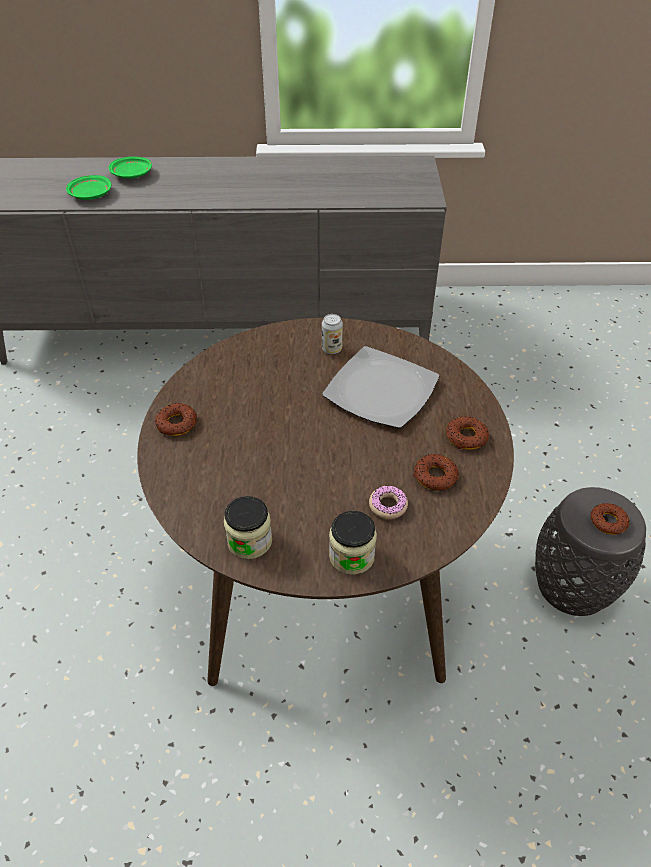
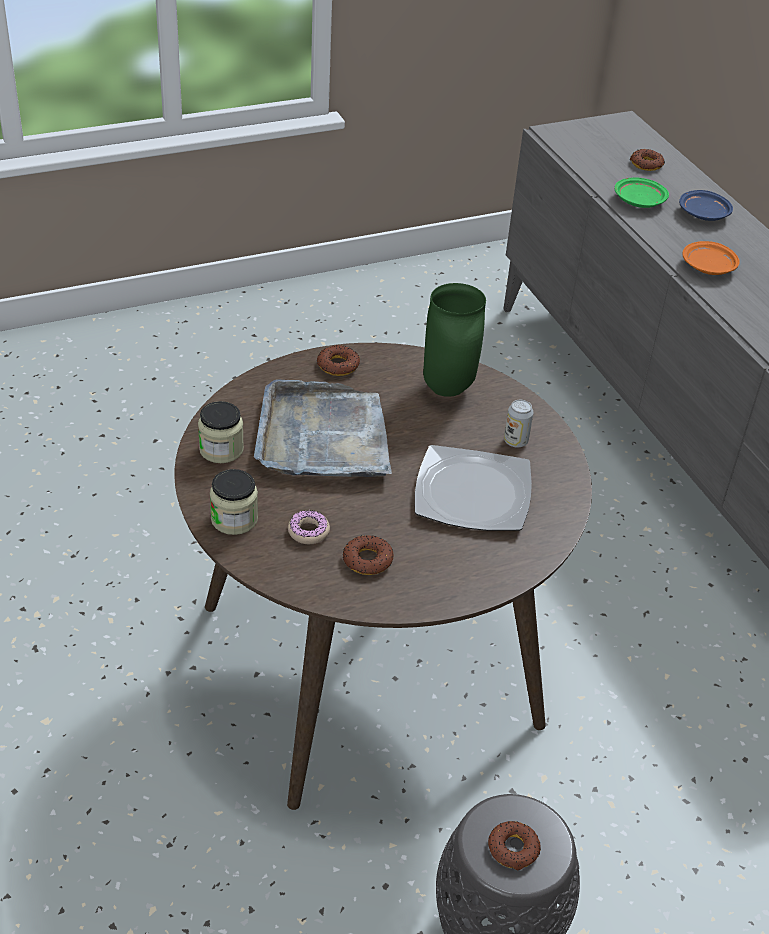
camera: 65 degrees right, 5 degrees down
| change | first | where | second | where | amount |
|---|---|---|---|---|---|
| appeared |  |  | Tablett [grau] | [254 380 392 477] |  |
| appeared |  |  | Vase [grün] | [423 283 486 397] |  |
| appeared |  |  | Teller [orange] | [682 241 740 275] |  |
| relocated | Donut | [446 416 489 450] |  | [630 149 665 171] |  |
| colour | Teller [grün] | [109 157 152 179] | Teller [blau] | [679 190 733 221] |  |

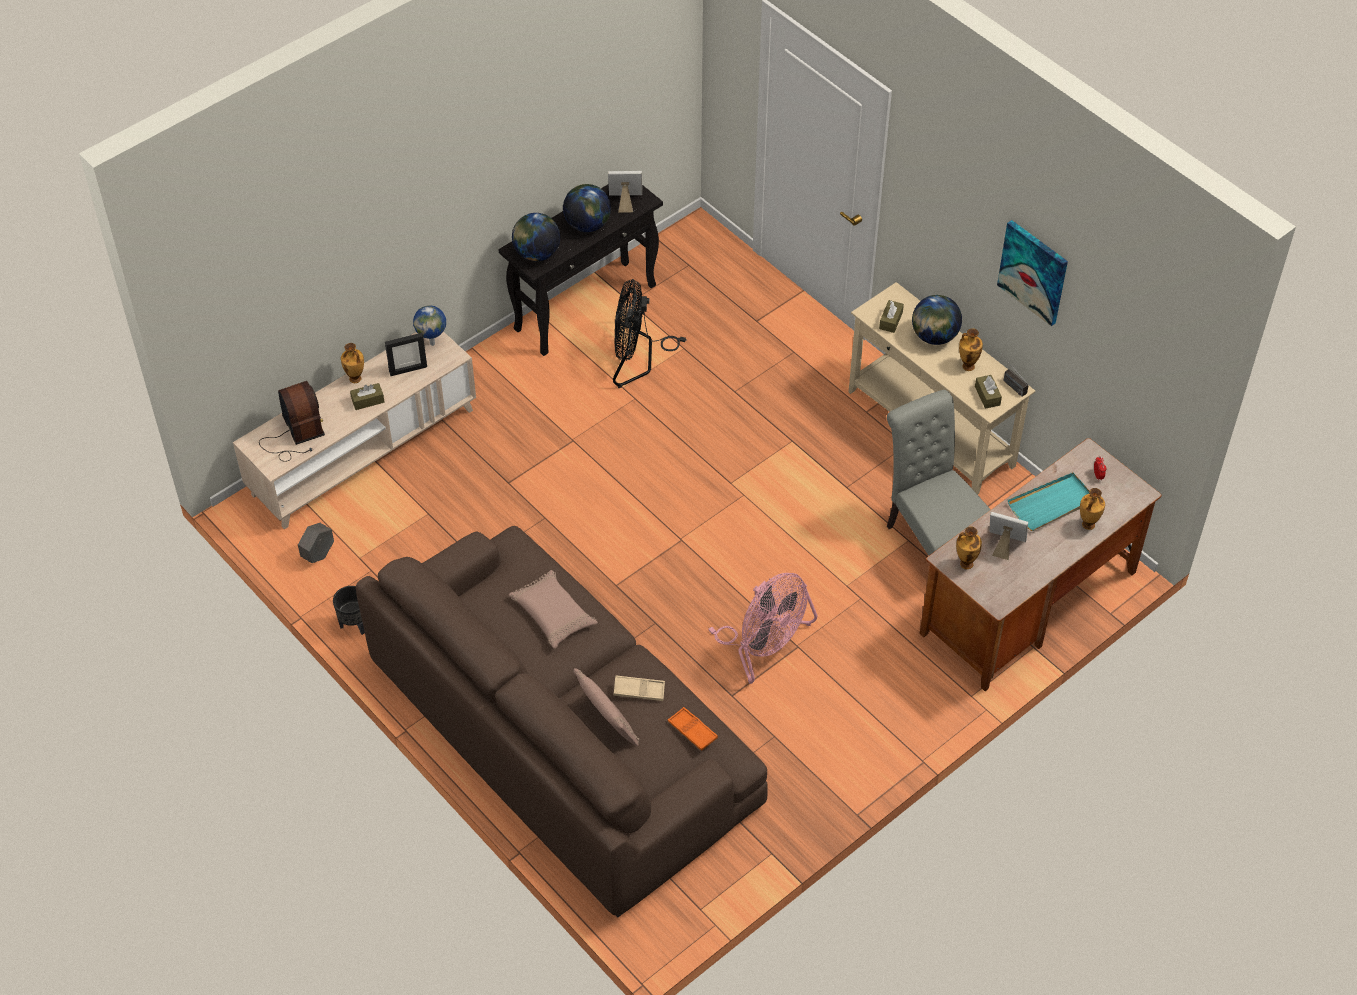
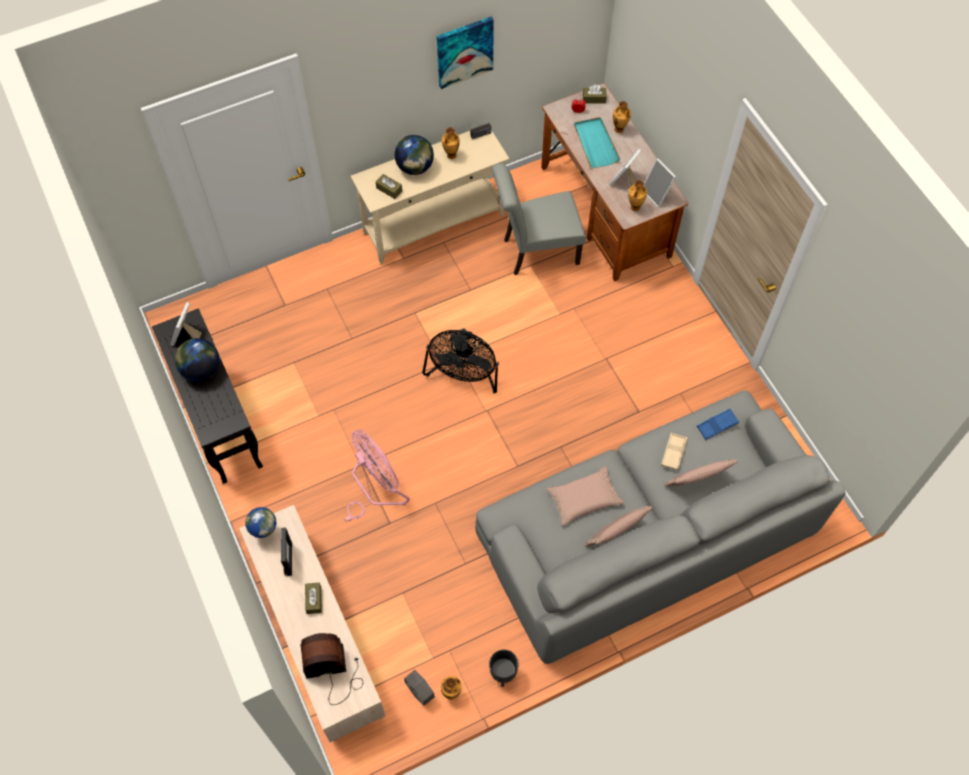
camera: 75 degrees left, 10 degrees up
| change | first | where | second | where | amount |
|---|---|---|---|---|---|
| missing | Globus | [512 213 560 261] |  |  |  |
| appeared |  |  | Kissen [beige] | [585 506 652 547] |  |
| appeared |  |  | Bilderrahmen | [644 158 676 208] |  |
| relocated | Vase | [341 343 364 383] |  | [441 676 462 700] |  |
| relocated | Ventilator [schwarz] | [613 279 687 388] |  | [422 328 499 394] |  |
| relocated | Ventilator [rosa] | [708 573 817 684] |  | [344 429 410 521] |  |
| relocated | Taschentuchbox [braun] | [975 375 1002 409] |  | [583 85 607 104] |  |
| colour | Sofa [braun] | [356 526 768 917] | Sofa [grau] | [475 391 845 664] |  |
| colour | Tablett [orange] | [668 707 718 751] | Tablett [blau] | [697 408 739 440] |  |

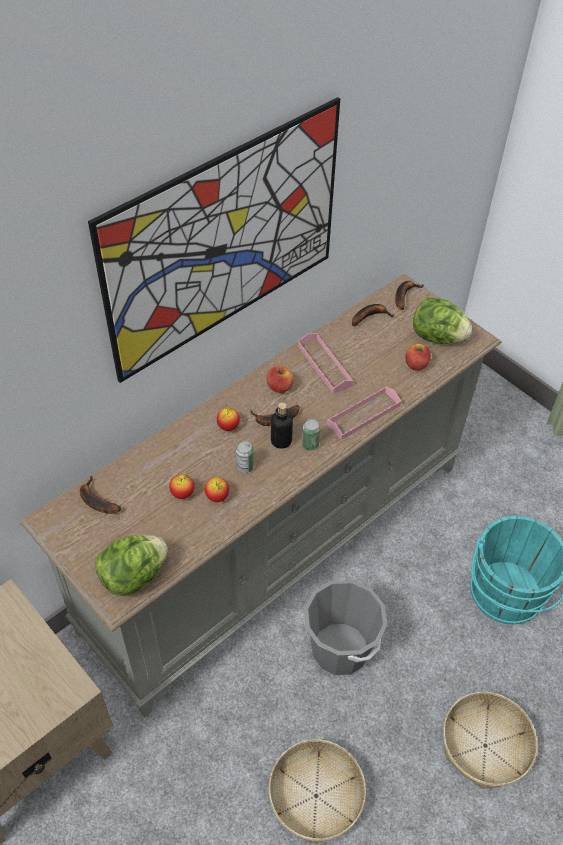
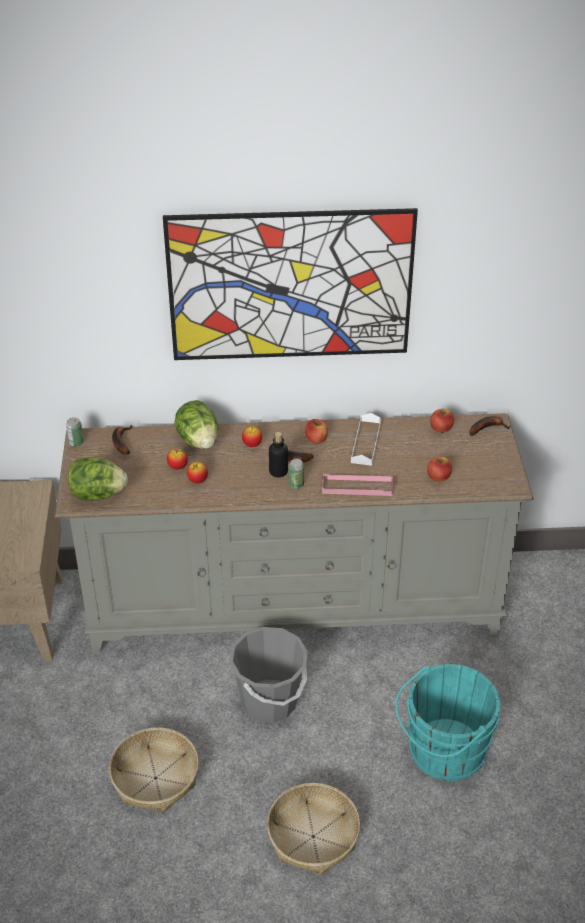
camera: 40 degrees right, 10 degrees down
| change | first | where | second | where | amount |
|---|---|---|---|---|---|
| relocated | Dose | [236 441 254 473] |  | [66 417 84 446] |  |
| relocated | Salatkopf | [413 297 472 344] |  | [174 400 219 449] |  |
| exchanged | Banane | [352 304 394 326] | Apfel | [430 409 454 433] |  |
| colour | Tablett [rosa] | [298 333 354 394] | Tablett [weiß] | [351 413 381 466] |  |

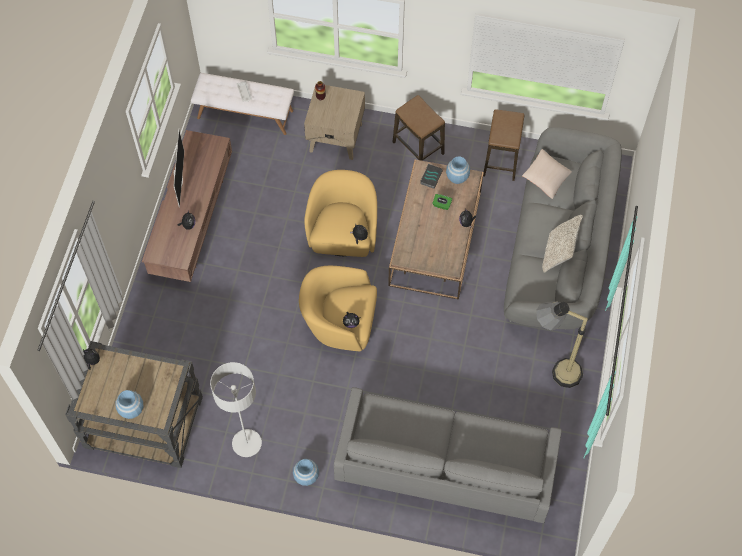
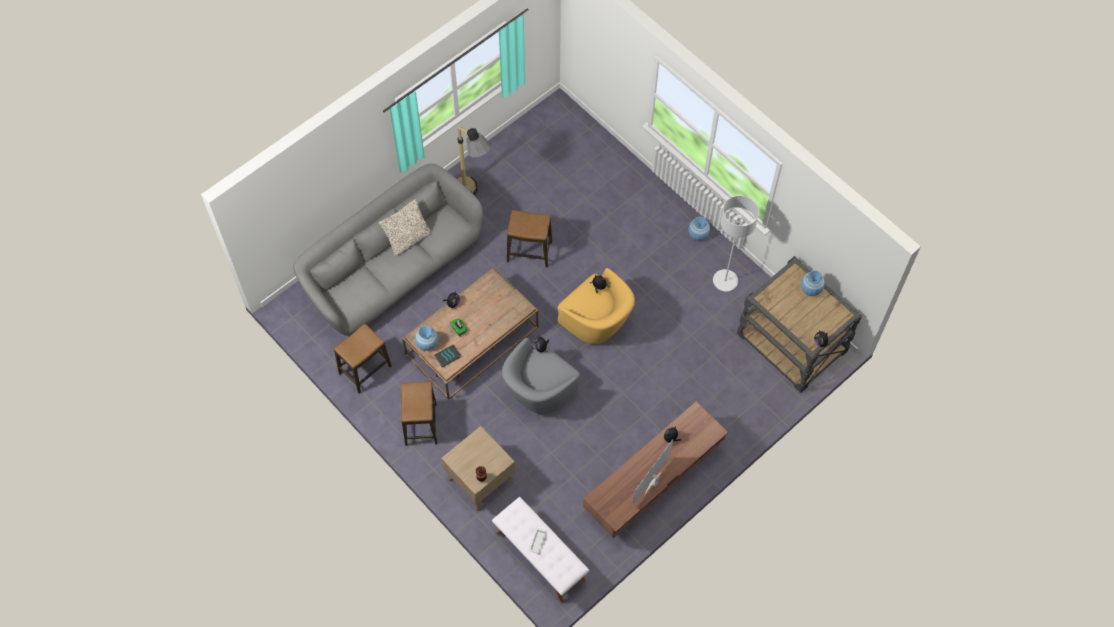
camera: 145 degrees left, 0 degrees up
| change | first | where | second | where | amount |
|---|---|---|---|---|---|
| missing | Sofa [grau] | [334 387 562 523] |  |  |  |
| missing | Kissen [beige] | [522 149 572 199] |  |  |  |
| appeared |  |  | Hocker | [507 210 552 267] |  |
| colour | Sessel [gelb] | [304 170 377 257] | Sessel [grau] | [502 338 580 414] |  |

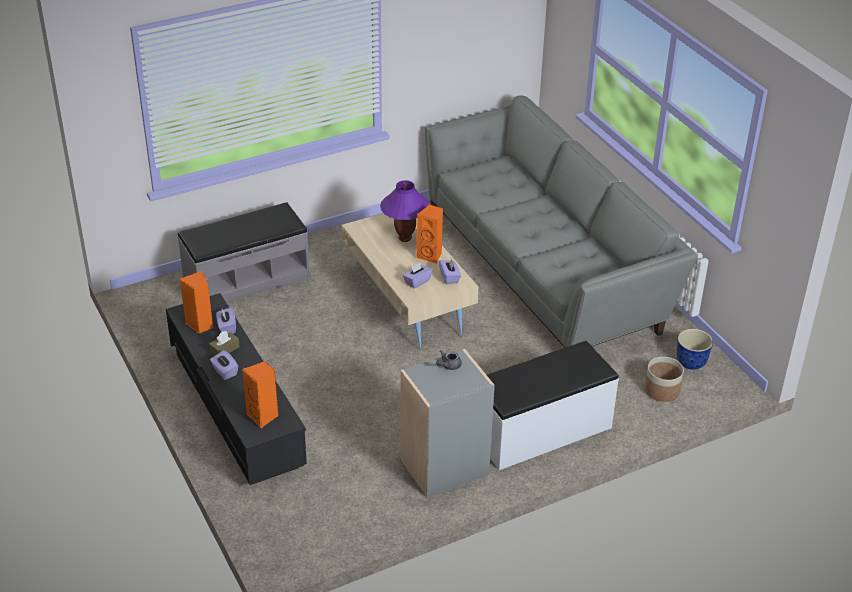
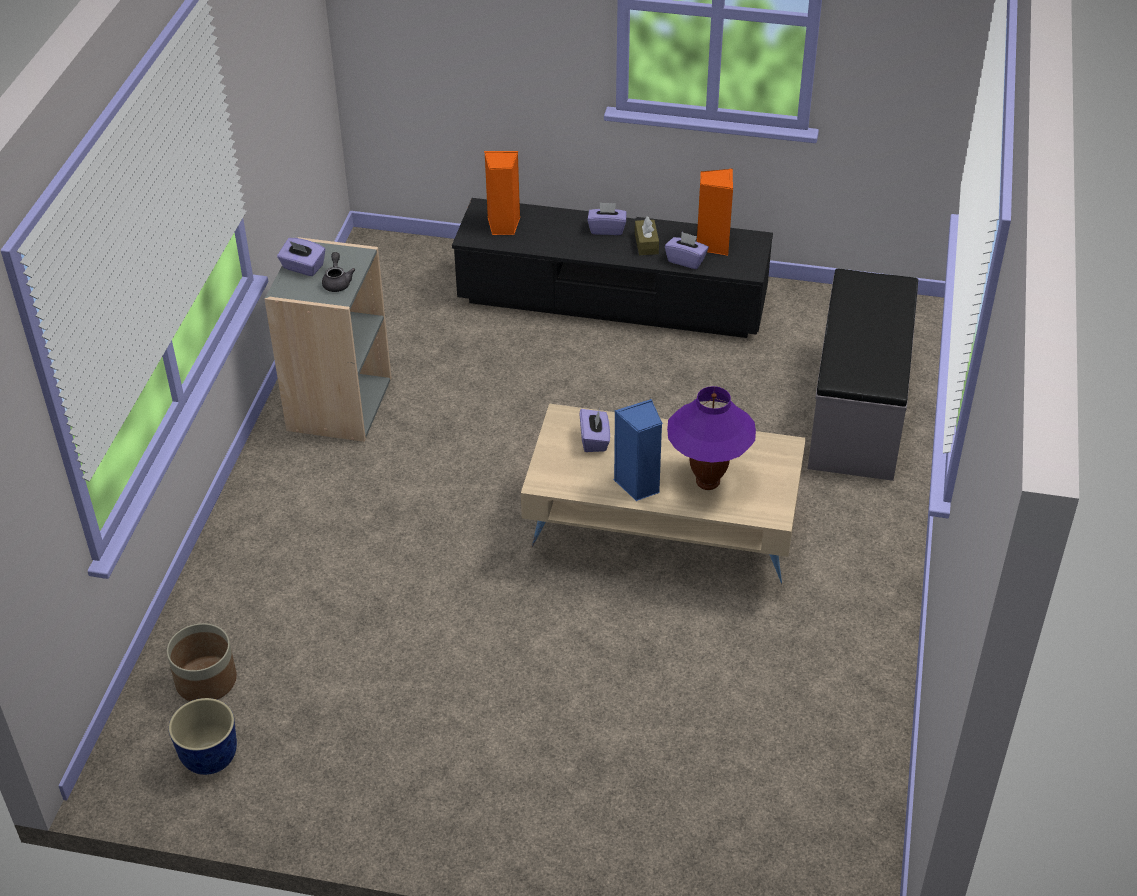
camera: 130 degrees right, 5 degrees up
| change | first | where | second | where | amount |
|---|---|---|---|---|---|
| missing | Sofa [grau] | [425 96 698 348] |  |  |  |
| missing | Bank [weiß] | [487 341 619 470] |  |  |  |
| relocated | Taschentuchbox [lila] | [439 259 461 285] |  | [277 238 325 276] |  |
| colour | Lautsprecher [orange] | [416 204 443 264] | Lautsprecher [blau] | [613 399 663 501] |  |

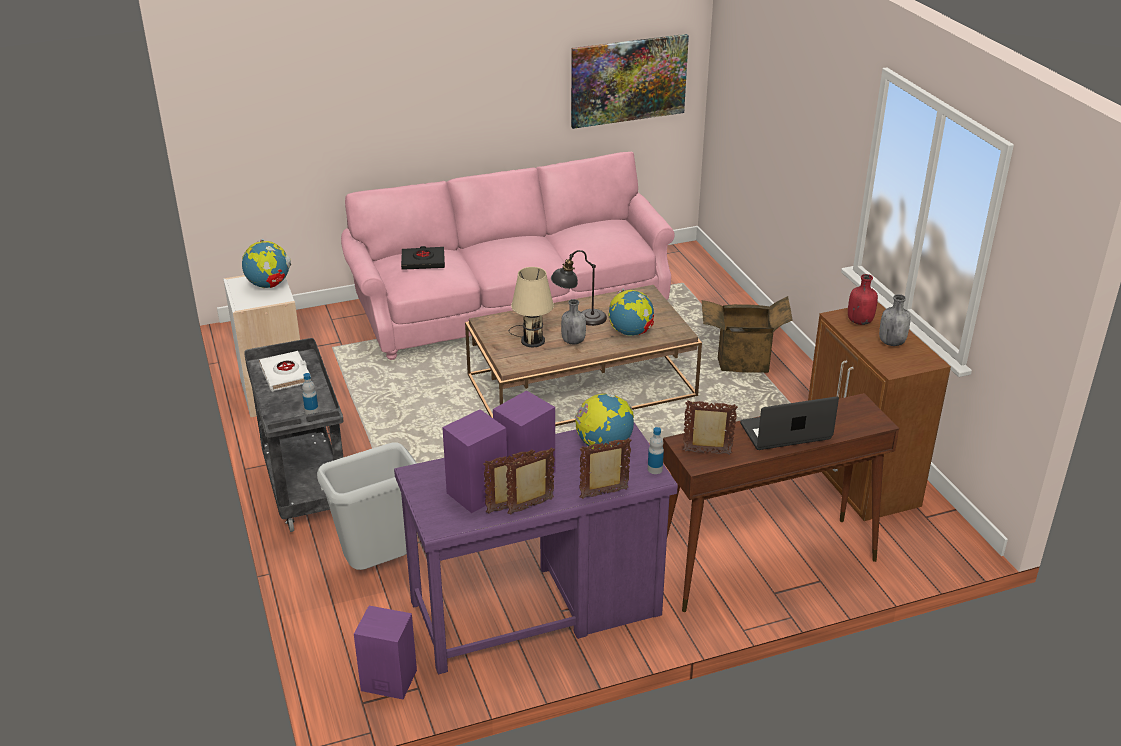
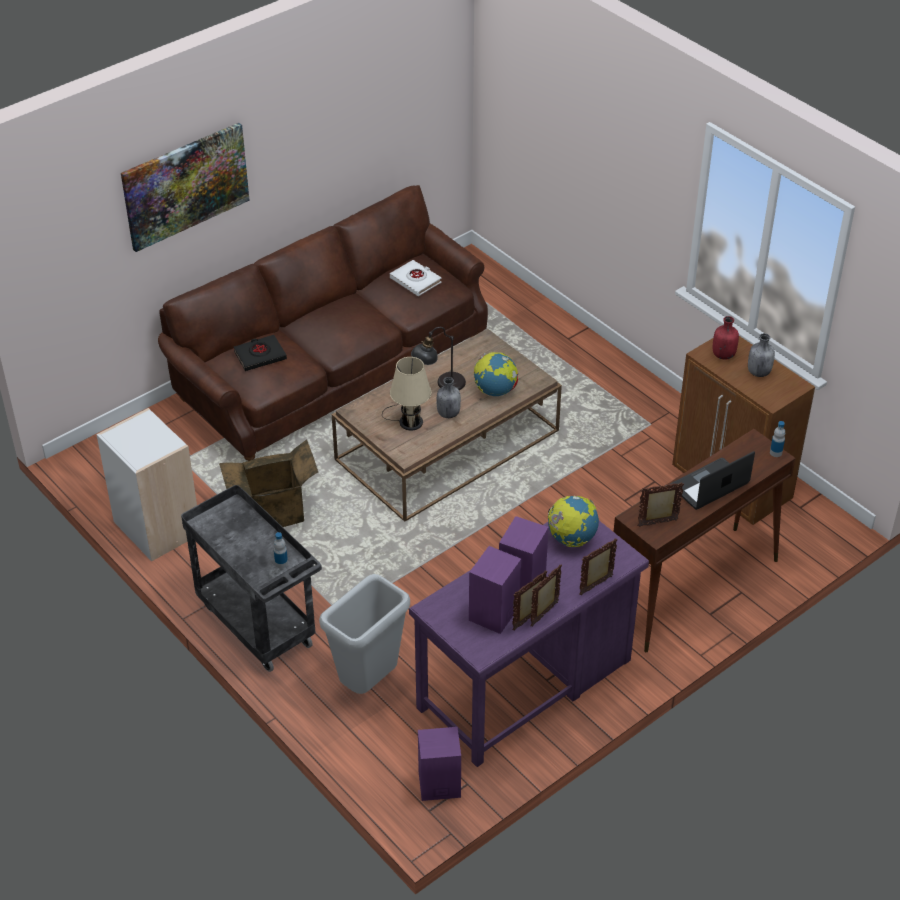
camera: 20 degrees left, 10 degrees up
| change | first | where | second | where | amount |
|---|---|---|---|---|---|
| missing | Globus | [242 239 291 288] |  |  |  |
| relocated | Buch [weiß] | [259 351 311 391] |  | [390 260 441 296] |  |
| relocated | Bild | [571 34 689 129] |  | [121 123 250 252] |  |
| relocated | Flasche | [648 427 664 474] |  | [770 421 785 457] |  |
| relocated | Karton | [702 296 793 373] |  | [219 440 318 527] |  |
| colour | Sofa [rosa] | [341 152 675 360] | Sofa [braun] | [158 185 488 461] |  |

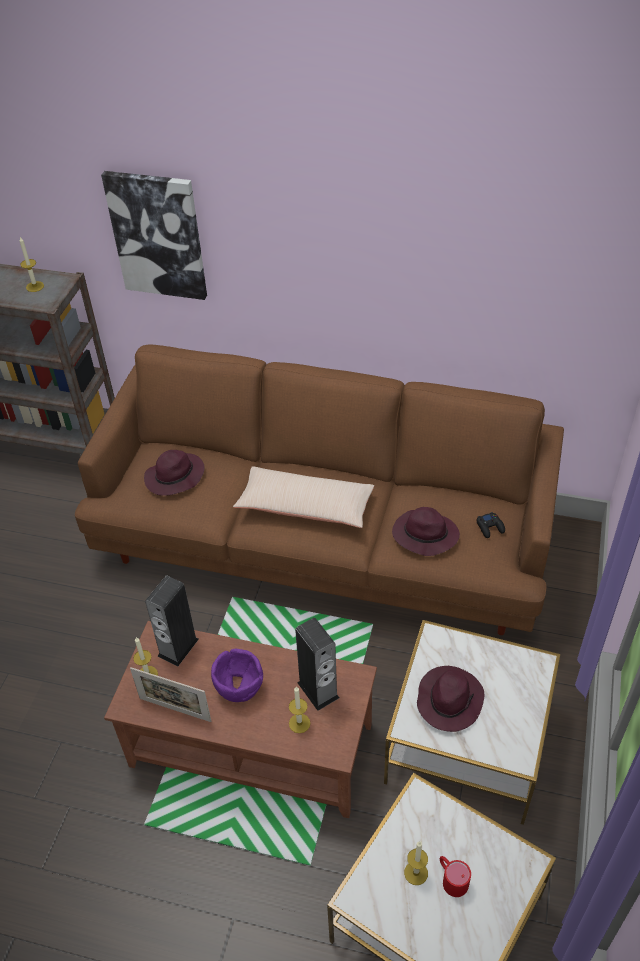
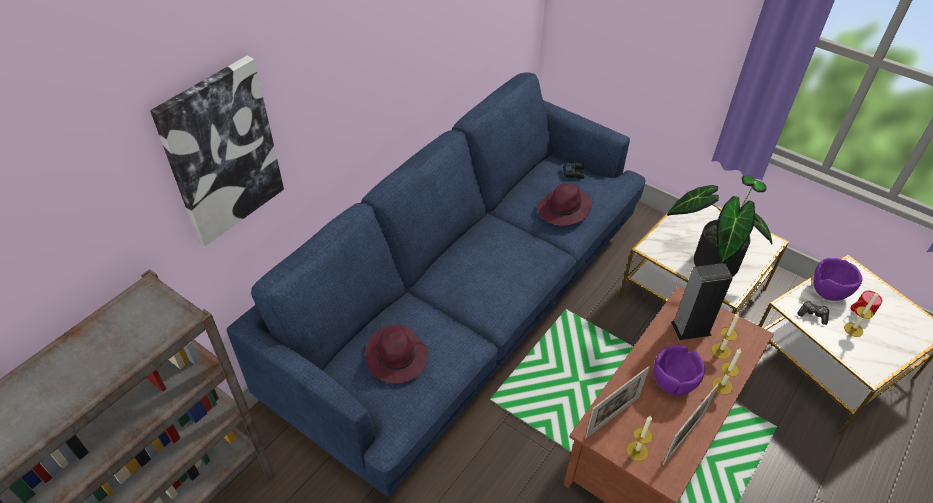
camera: 70 degrees left, 0 degrees up
| change | first | where | second | where | amount |
|---|---|---|---|---|---|
| missing | Kissen [beige] | [233 466 374 528] |  |  |  |
| appeared |  |  | Gamepad | [797 300 829 325] |  |
| appeared |  |  | Schüssel [lila] | [813 258 863 301] |  |
| relocated | Kerze | [19 237 44 292] |  | [712 348 741 395] |  |
| exchanged | Lautsprecher | [145 576 199 667] | Bilderrahmen | [585 366 650 438] |  |
| exchanged | Hut [lila] | [417 666 484 732] | Topfpflanze | [667 175 772 277] |  |
| colour | Sofa [braun] | [75 344 564 635] | Sofa [blau] | [227 72 646 497] |  |

